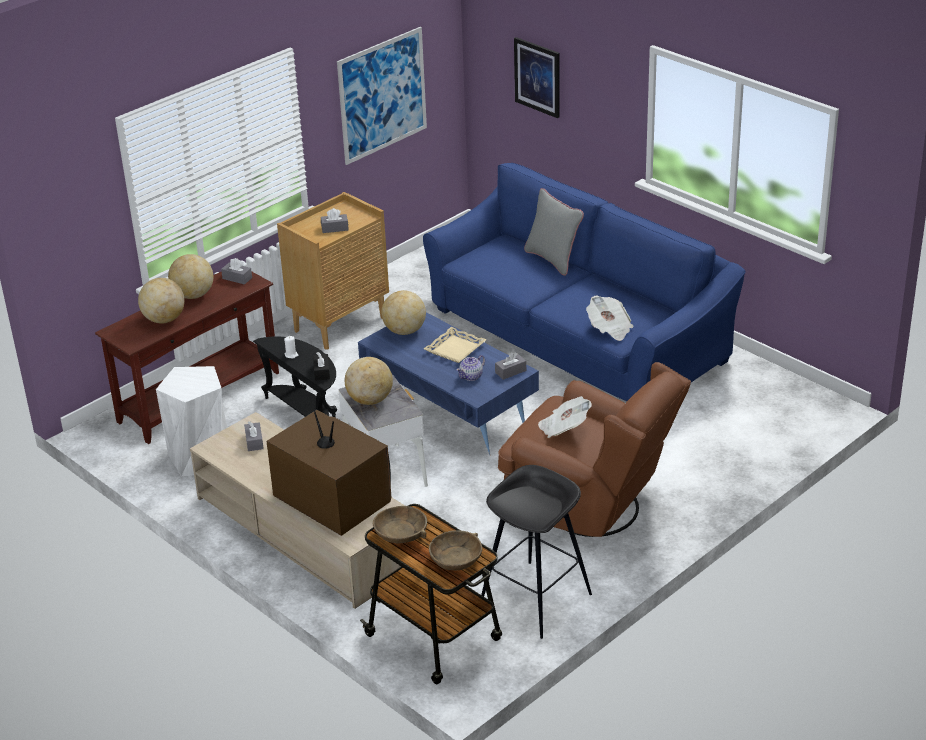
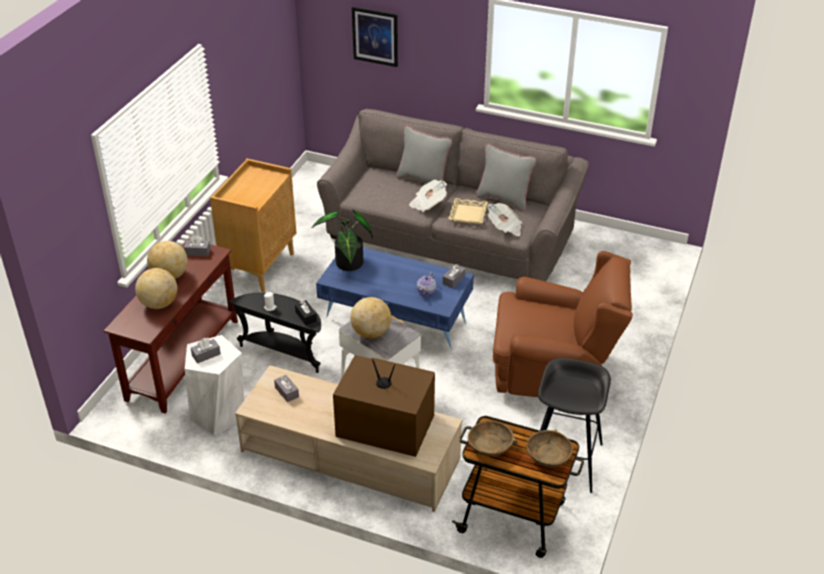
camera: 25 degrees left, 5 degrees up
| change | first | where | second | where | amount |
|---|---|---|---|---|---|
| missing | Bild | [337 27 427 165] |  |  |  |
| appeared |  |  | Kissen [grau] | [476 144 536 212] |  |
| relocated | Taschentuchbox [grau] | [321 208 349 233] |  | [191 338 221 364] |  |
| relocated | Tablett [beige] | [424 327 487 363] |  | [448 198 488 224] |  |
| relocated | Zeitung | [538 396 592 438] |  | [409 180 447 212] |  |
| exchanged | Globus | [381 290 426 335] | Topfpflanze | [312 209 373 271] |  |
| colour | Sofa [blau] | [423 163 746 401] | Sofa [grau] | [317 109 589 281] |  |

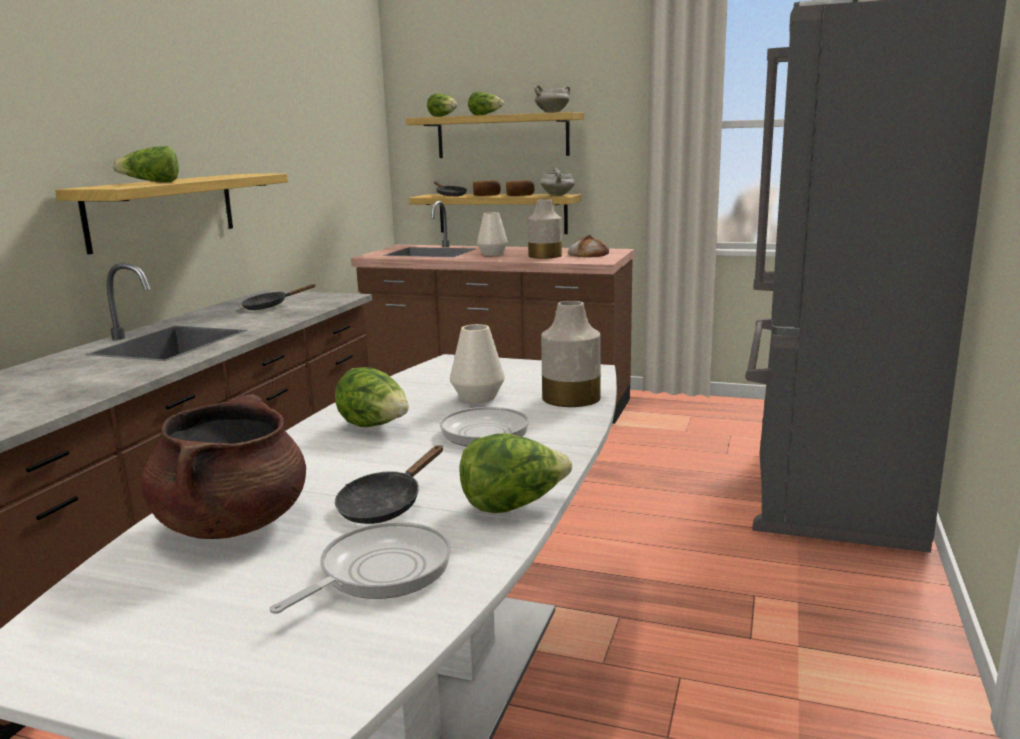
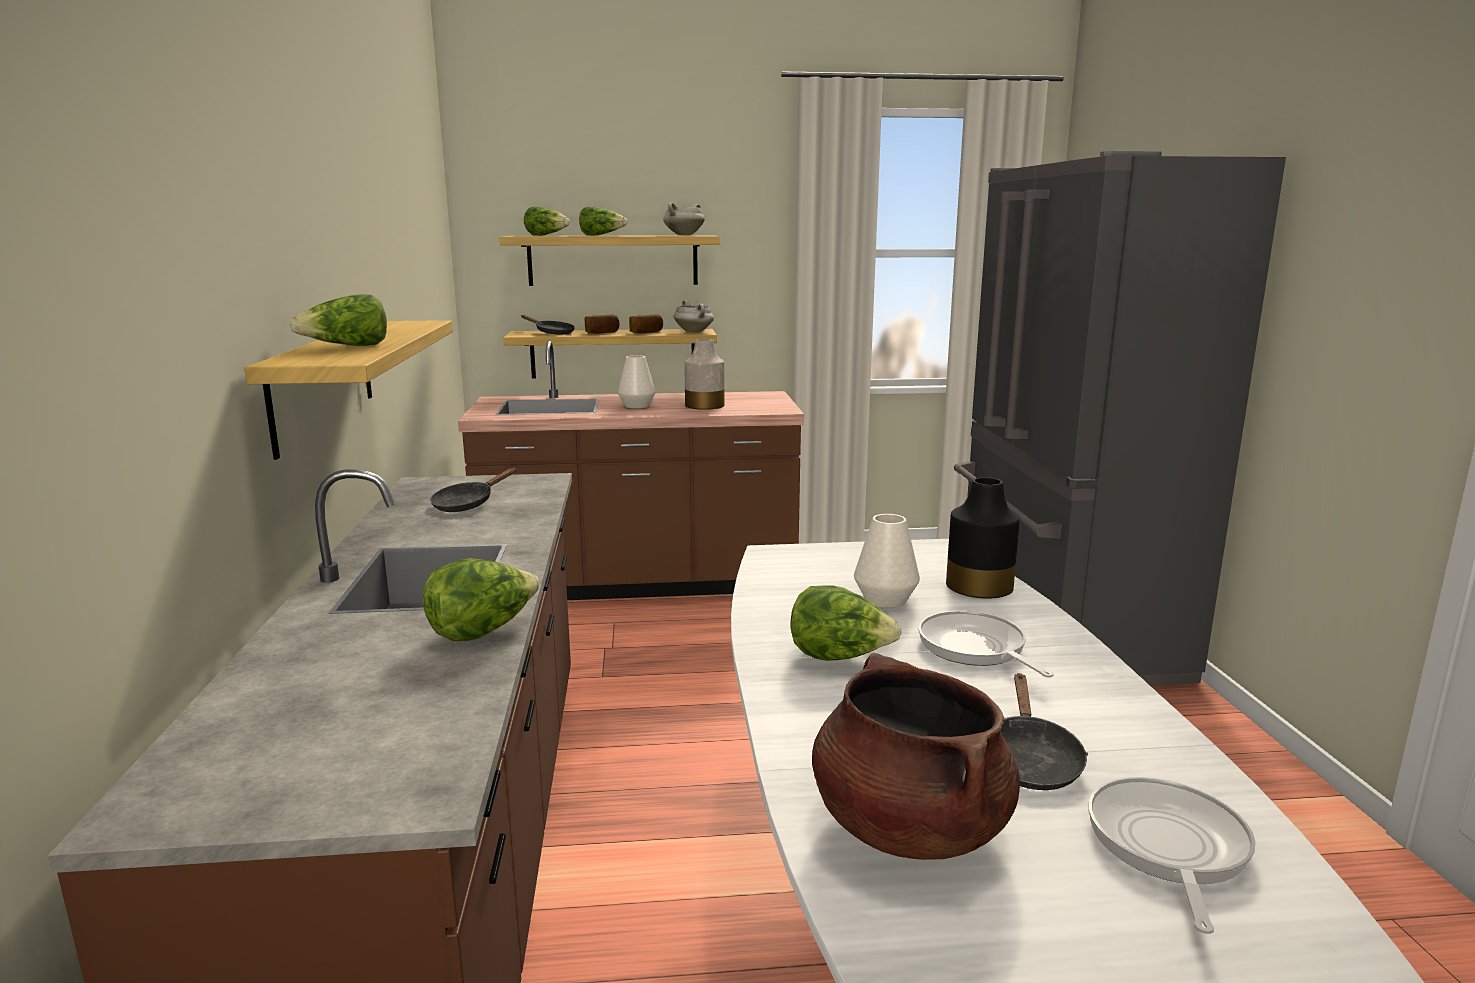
camera: 25 degrees left, 0 degrees up
| change | first | where | second | where | amount |
|---|---|---|---|---|---|
| missing | Brot | [568 235 609 257] |  |  |  |
| relocated | Salatkopf | [460 433 572 513] |  | [423 558 540 641] |  |
| colour | Vase [beige] | [541 301 601 407] | Vase [schwarz] | [946 477 1020 598] |  |

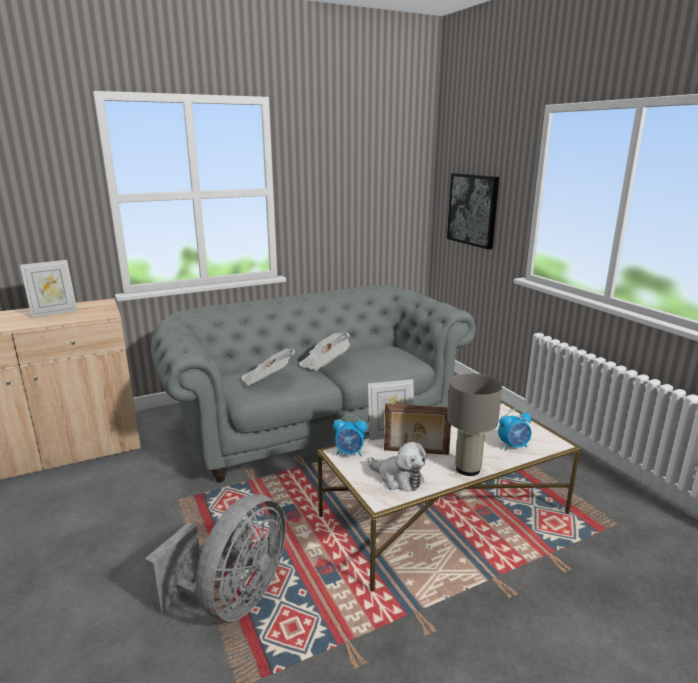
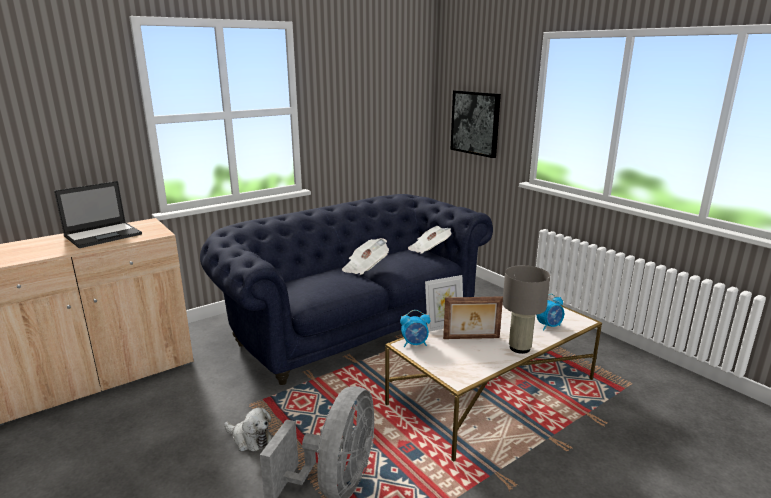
camera: 10 degrees left, 0 degrees up
| change | first | where | second | where | amount |
|---|---|---|---|---|---|
| relocated | Zeitung | [241 348 295 386] |  | [408 226 452 254] |  |
| relocated | Plüschtier | [368 442 426 492] |  | [225 408 272 451] |  |
| exchanged | Bilderrahmen | [20 260 77 318] | Laptop | [54 181 142 248] |  |
| colour | Sofa [grau] | [151 285 476 482] | Sofa [blau] | [200 194 493 385] |  |

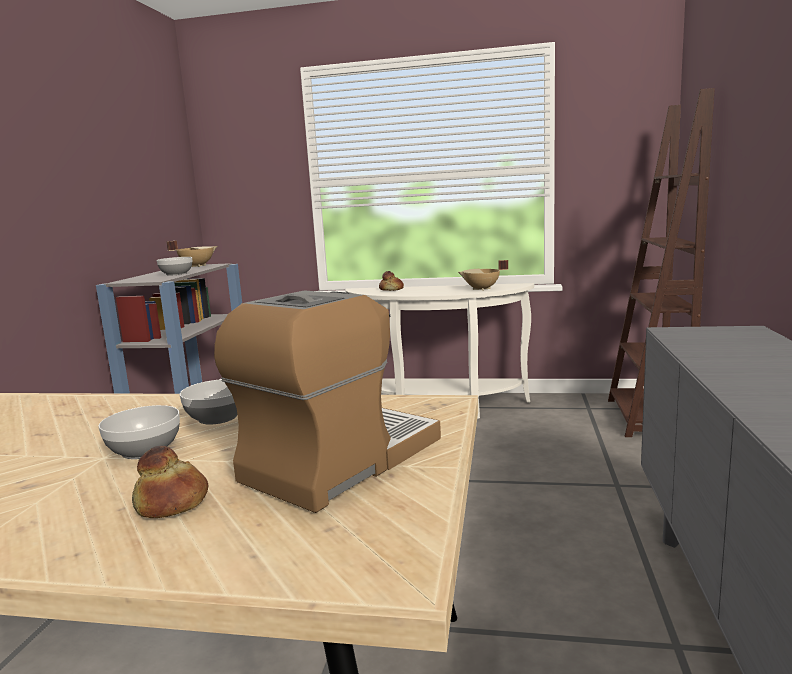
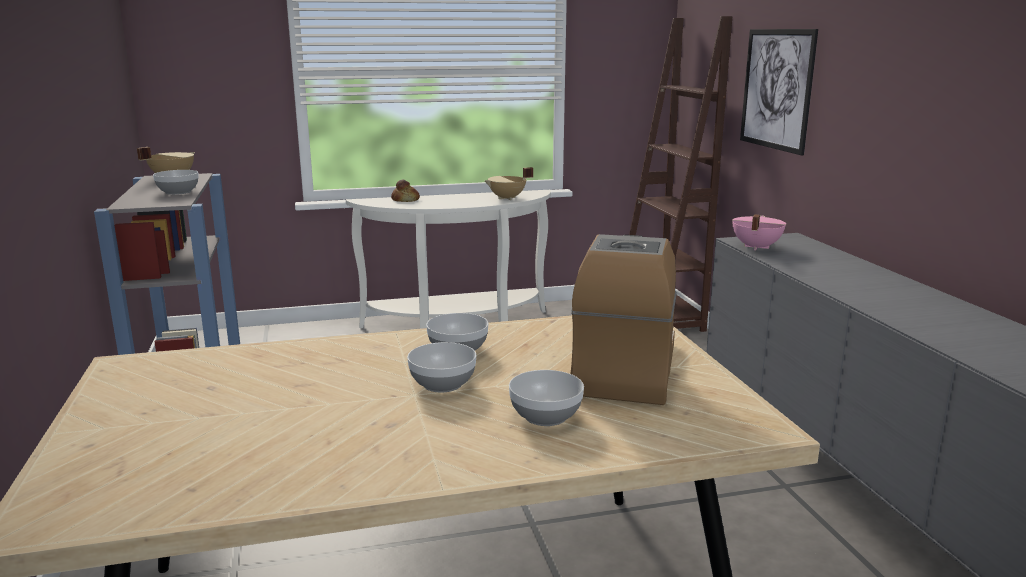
camera: 25 degrees left, 5 degrees up
| change | first | where | second | where | amount |
|---|---|---|---|---|---|
| appeared |  |  | Kochtopf [rosa] | [733 214 786 250] |  |
| appeared |  |  | Bild | [740 29 818 156] |  |
| exchanged | Brot | [132 446 208 518] | Schüssel | [509 370 584 426] |  |

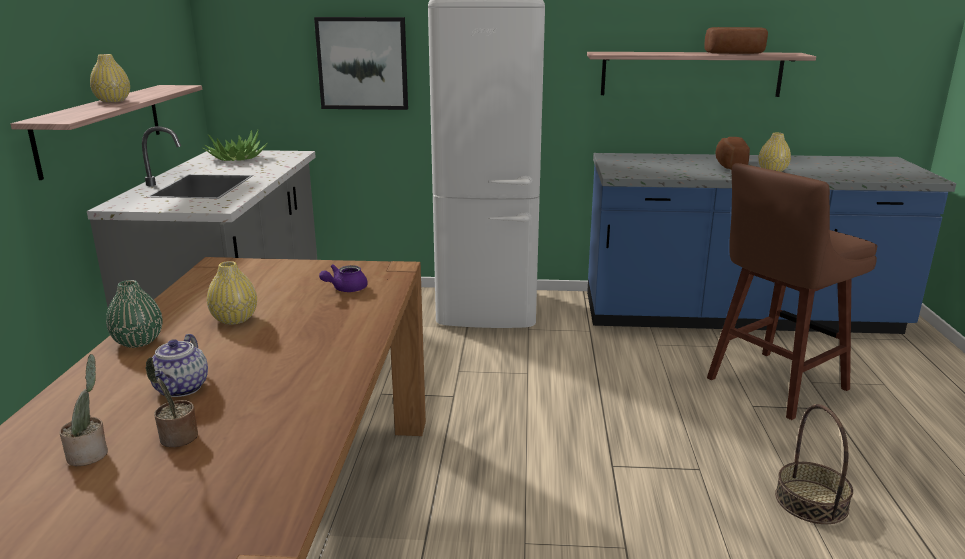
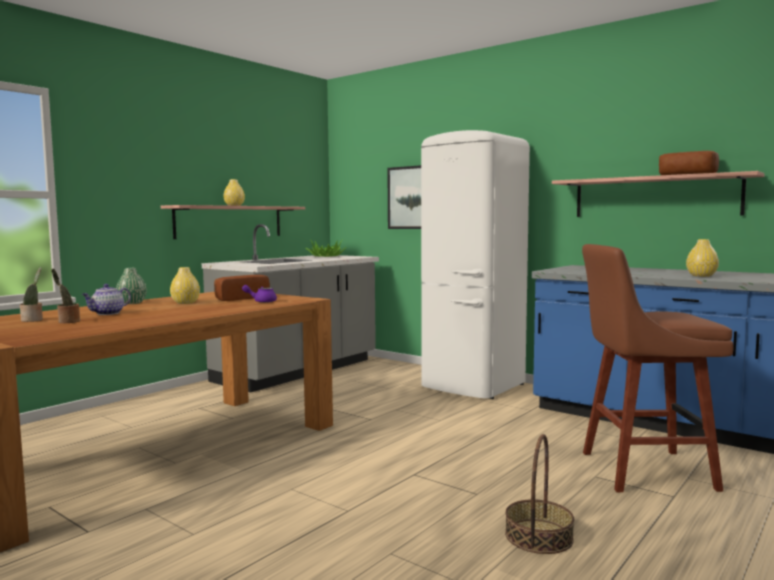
camera: 35 degrees right, 15 degrees down
| change | first | where | second | where | amount |
|---|---|---|---|---|---|
| relocated | Brot | [715 137 750 170] |  | [214 275 270 301] |  |

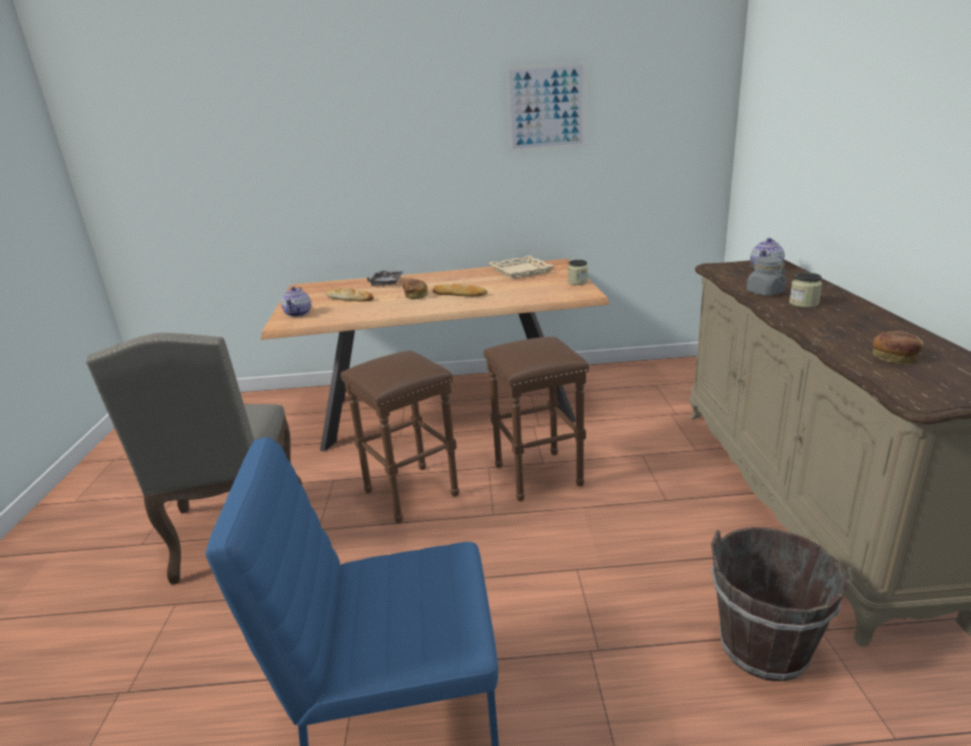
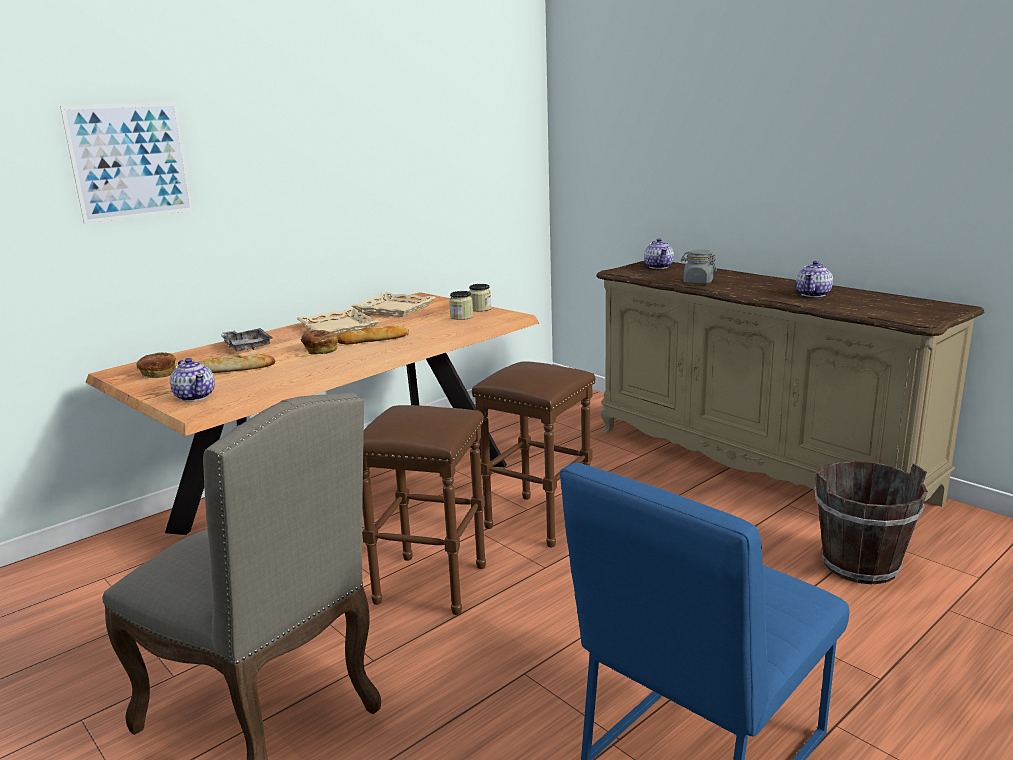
camera: 40 degrees left, 5 degrees down
| change | first | where | second | where | amount |
|---|---|---|---|---|---|
| appeared |  |  | Tablett [beige] | [297 308 379 335] |  |
| appeared |  |  | Teekanne | [796 261 833 297] |  |
| relocated | Bild | [507 63 585 151] |  | [60 102 194 224] |  |
| relocated | Vorratsglas | [789 273 822 308] |  | [449 291 473 320] |  |
| relocated | Brot | [872 331 923 365] |  | [137 352 176 378] |  |

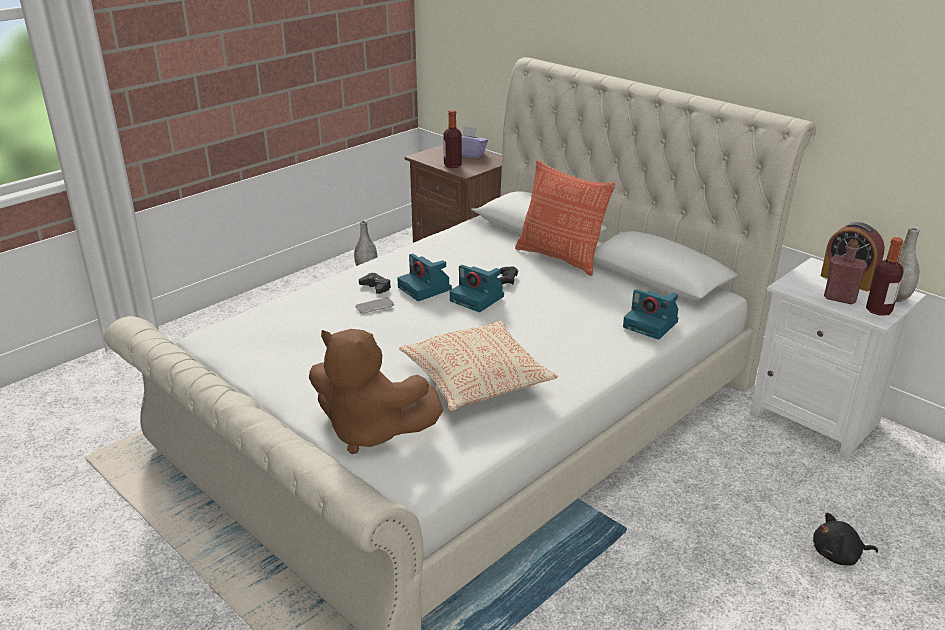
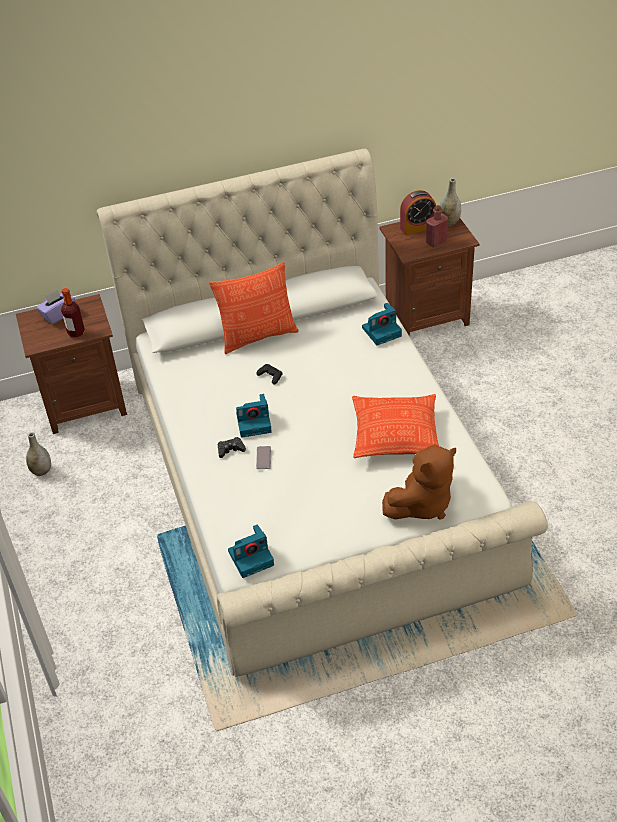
camera: 60 degrees left, 15 degrees up
| change | first | where | second | where | amount |
|---|---|---|---|---|---|
| missing | Plüschtier [schwarz] | [813 513 878 566] |  |  |  |
| missing | Flasche | [866 237 904 316] |  |  |  |
| relocated | Kamera | [450 265 504 312] |  | [228 524 274 578] |  |
| colour | Kissen [beige] | [399 321 558 411] | Kissen [orange] | [352 394 439 458] |  |
| colour | Nachttisch [weiß] | [750 257 926 460] | Nachttisch [braun] | [379 218 479 337] |  |

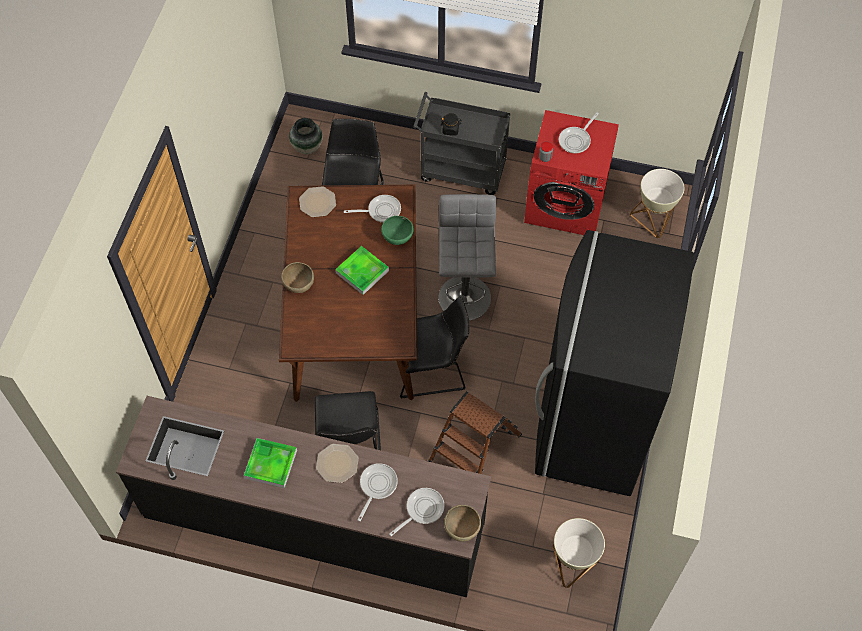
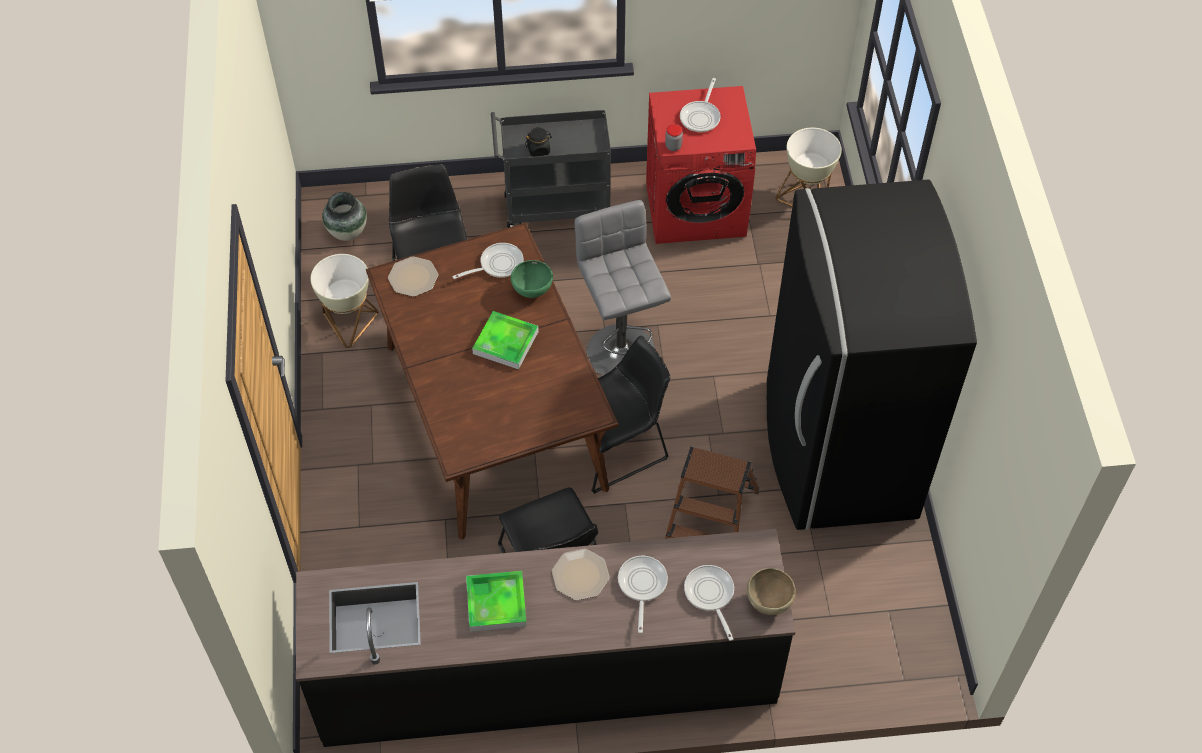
camera: 20 degrees left, 5 degrees down
| change | first | where | second | where | amount |
|---|---|---|---|---|---|
| missing | Schüssel [braun] | [281 262 314 293] |  |  |  |
| relocated | Pflanzkübel | [553 518 605 588] |  | [310 254 379 348] |  |
| spun | Pfanne | [389 488 445 536] |  | [684 565 734 641] | 45 degrees counterclockwise |

